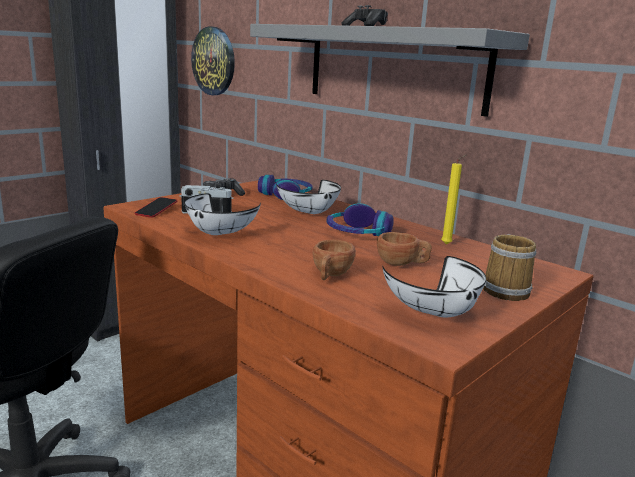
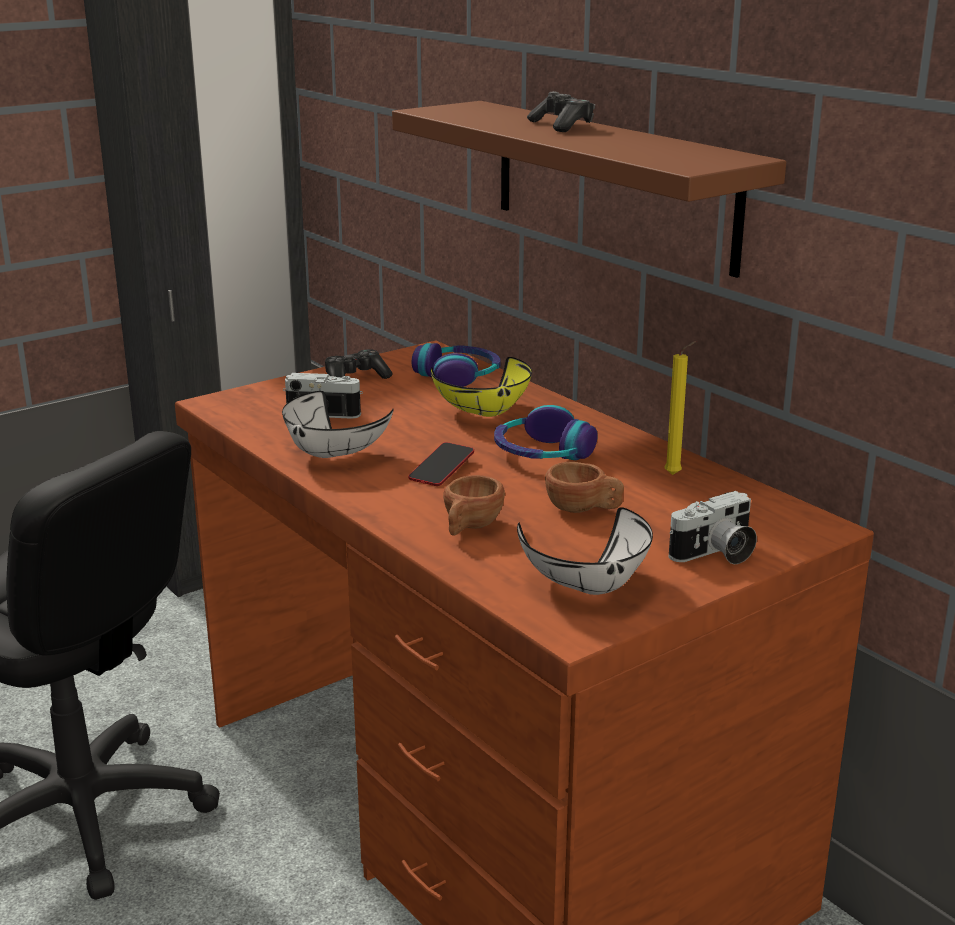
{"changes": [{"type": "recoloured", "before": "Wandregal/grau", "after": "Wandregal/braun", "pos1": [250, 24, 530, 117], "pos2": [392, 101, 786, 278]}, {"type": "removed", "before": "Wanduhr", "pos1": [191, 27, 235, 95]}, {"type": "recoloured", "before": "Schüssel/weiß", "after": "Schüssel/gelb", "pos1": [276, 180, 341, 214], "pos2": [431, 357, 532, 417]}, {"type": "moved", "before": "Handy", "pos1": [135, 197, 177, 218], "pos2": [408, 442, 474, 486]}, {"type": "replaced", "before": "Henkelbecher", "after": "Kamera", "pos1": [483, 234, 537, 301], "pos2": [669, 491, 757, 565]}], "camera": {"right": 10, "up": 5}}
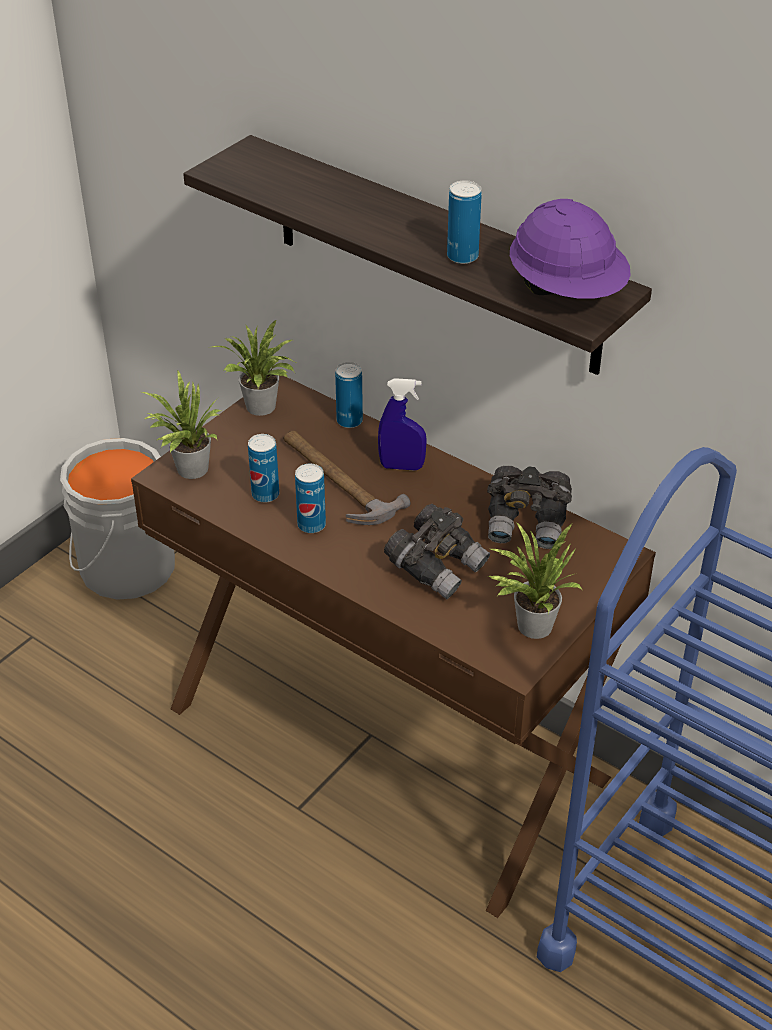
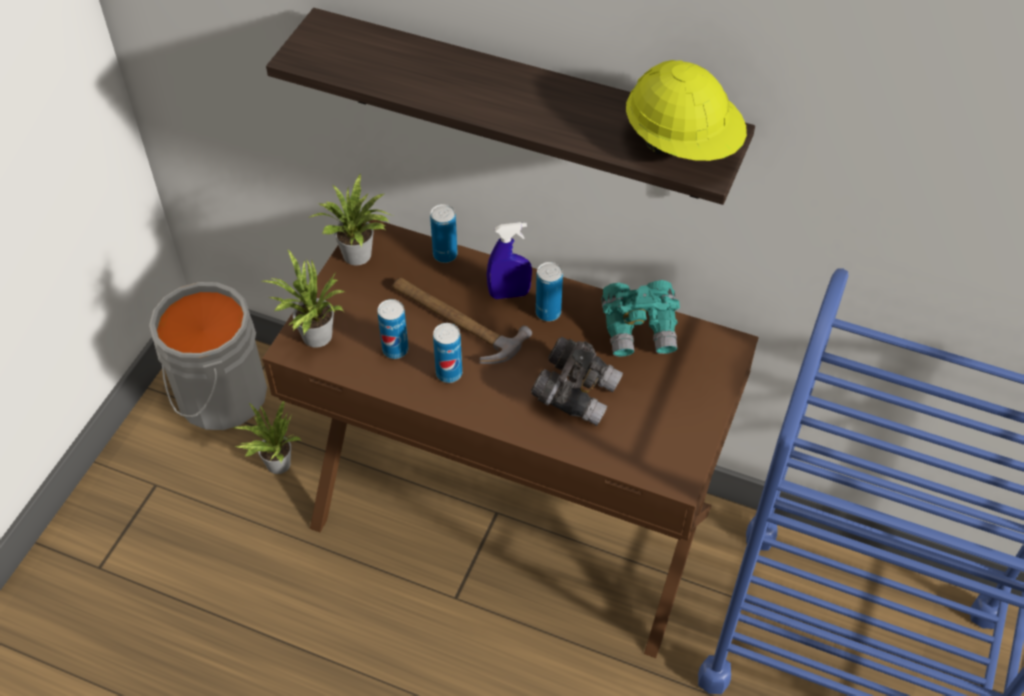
{"changes": [{"type": "moved", "before": "Dose", "pos1": [447, 180, 482, 264], "pos2": [536, 262, 563, 321]}, {"type": "recoloured", "before": "Schutzhelm/lila", "after": "Schutzhelm/gelb", "pos1": [510, 199, 631, 299], "pos2": [626, 60, 747, 161]}, {"type": "recoloured", "before": "Fernglas/grau", "after": "Fernglas/türkis", "pos1": [487, 466, 572, 549], "pos2": [602, 280, 680, 357]}, {"type": "moved", "before": "Topfpflanze", "pos1": [488, 522, 583, 639], "pos2": [234, 401, 302, 474]}], "camera": {"right": -15, "up": 10}}
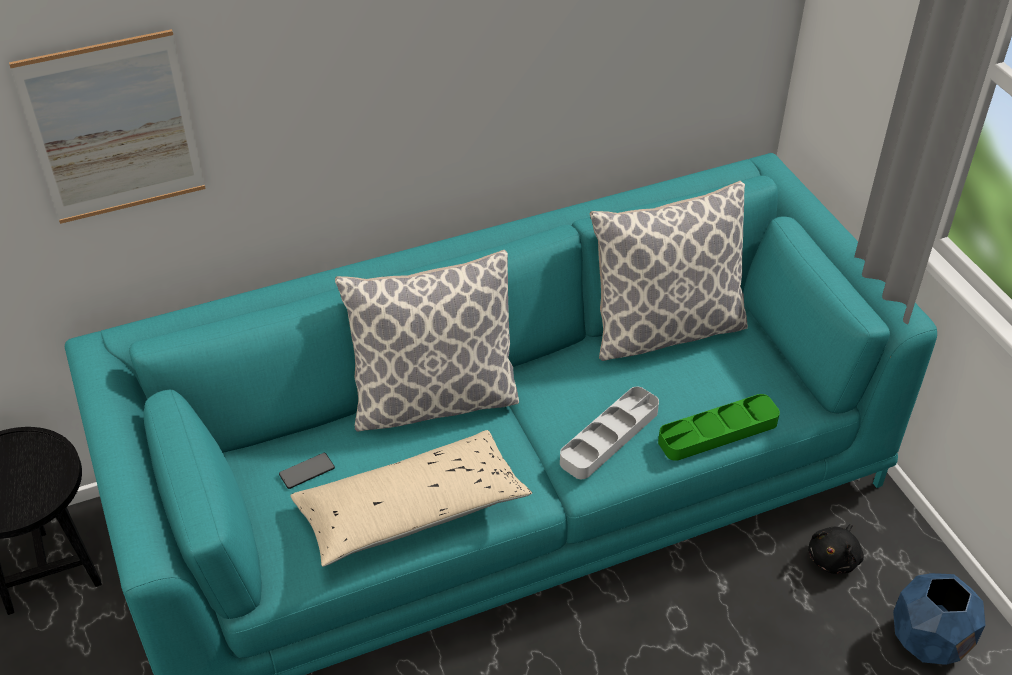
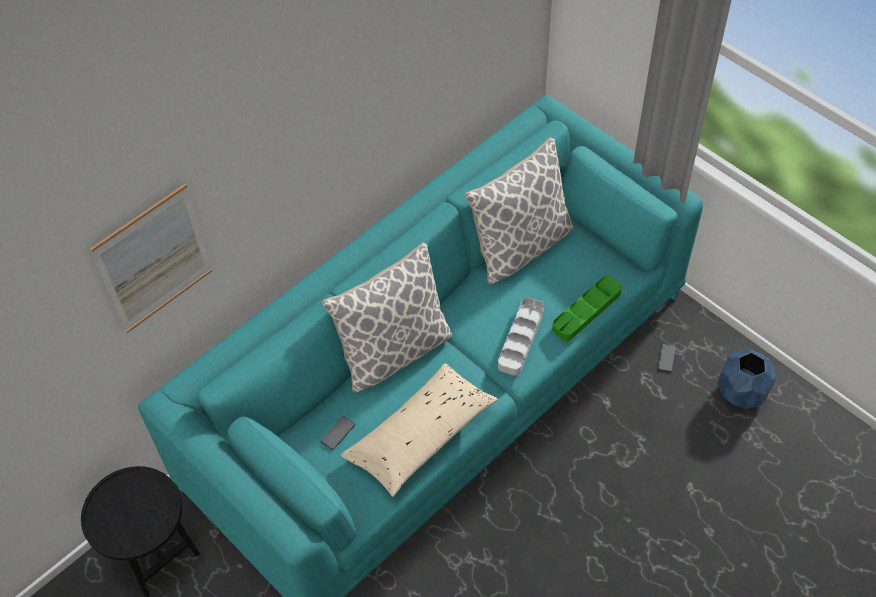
{"changes": [{"type": "replaced", "before": "Plüschtier/schwarz", "after": "Handy", "pos1": [808, 524, 864, 574], "pos2": [658, 344, 676, 372]}], "camera": {"right": -20, "up": 10}}
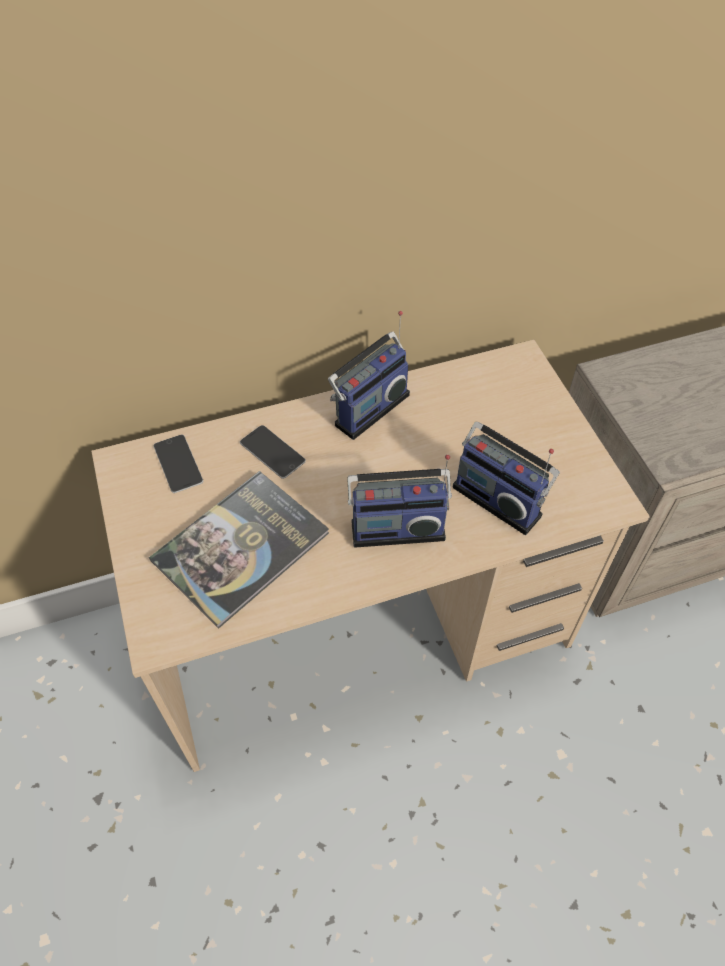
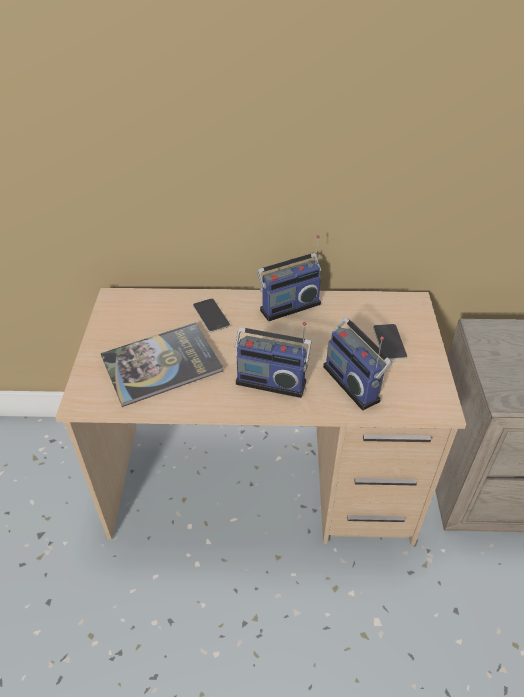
{"changes": [{"type": "moved", "before": "Handy", "pos1": [153, 435, 203, 493], "pos2": [373, 324, 407, 359]}], "camera": {"right": 20, "up": -10}}
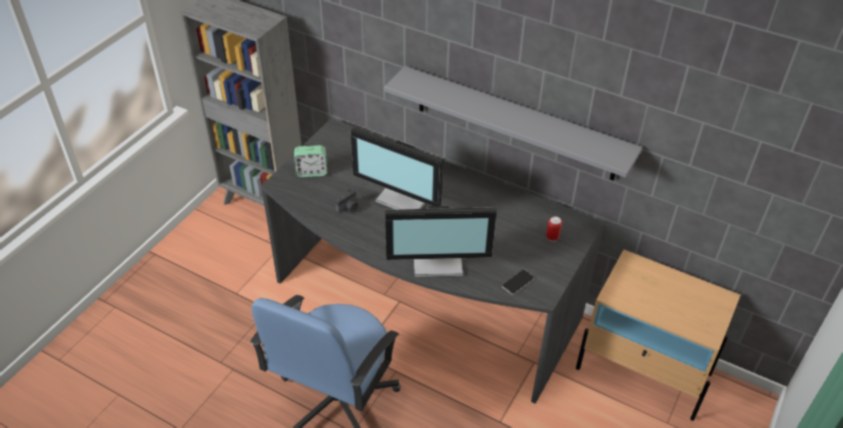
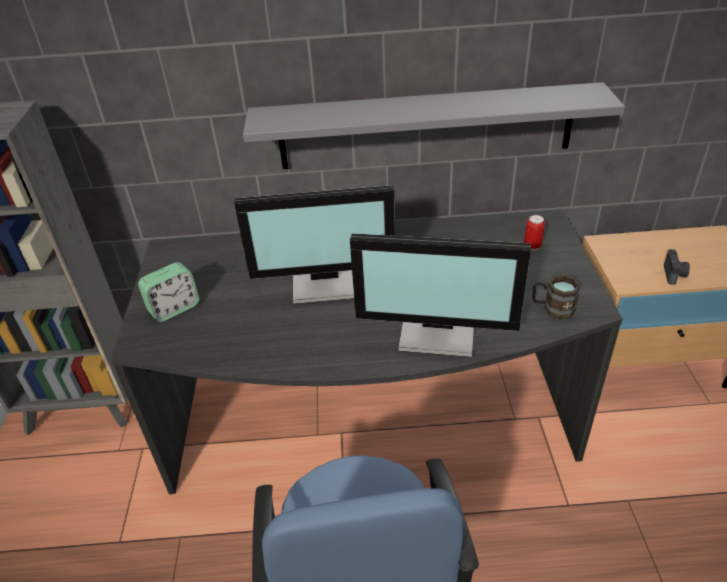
{"changes": [{"type": "moved", "before": "Kamera", "pos1": [335, 189, 358, 213], "pos2": [664, 249, 690, 285]}, {"type": "turned", "before": "Monitor", "pos1": [385, 206, 497, 277], "pos2": [350, 233, 531, 357], "turn": 45}, {"type": "replaced", "before": "Handy", "after": "Henkelbecher/braun", "pos1": [502, 269, 534, 295], "pos2": [532, 274, 581, 320]}], "camera": {"right": -30, "up": -5}}
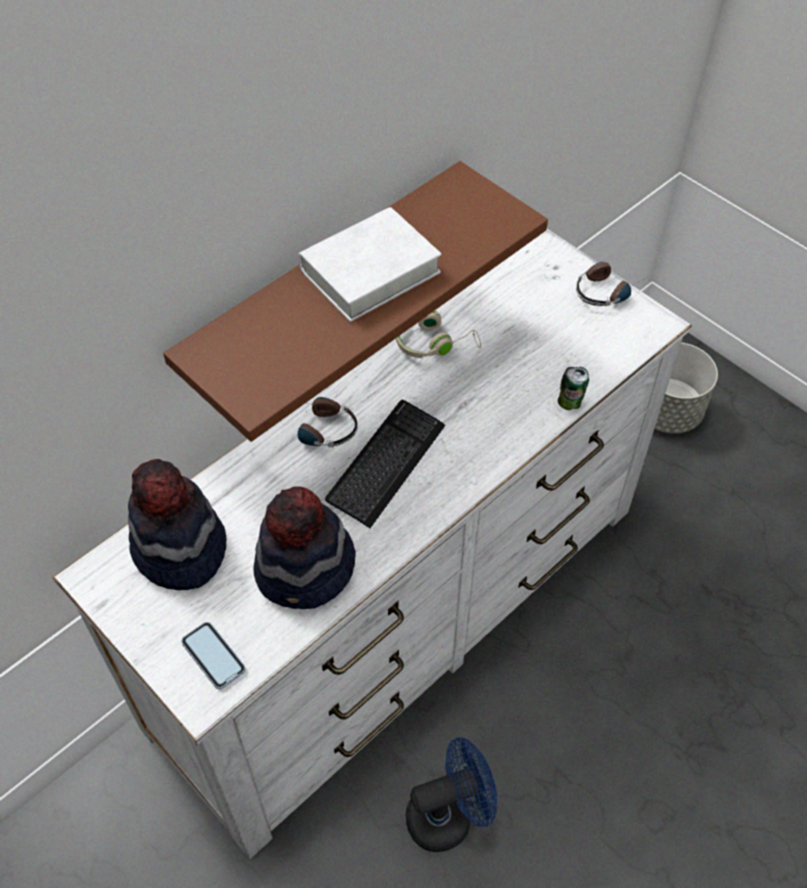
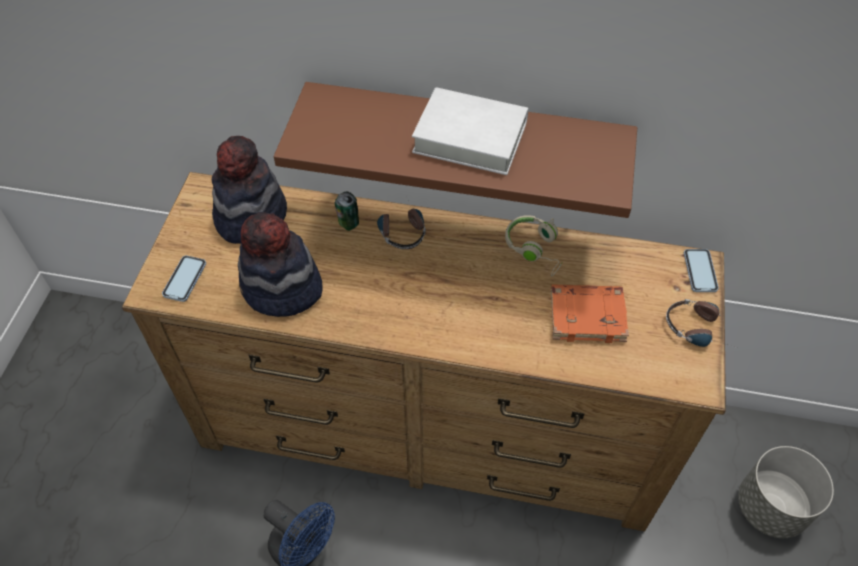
{"changes": [{"type": "recoloured", "before": "Kommode/weiß", "after": "Kommode/braun", "pos1": [52, 229, 692, 859], "pos2": [122, 172, 726, 531]}, {"type": "moved", "before": "Dose", "pos1": [558, 367, 589, 410], "pos2": [335, 192, 359, 231]}, {"type": "removed", "before": "Tastatur", "pos1": [325, 400, 445, 528]}, {"type": "added", "after": "Handy", "pos2": [684, 249, 719, 292]}, {"type": "added", "after": "Buch/orange", "pos2": [551, 285, 629, 343]}], "camera": {"right": 55, "up": 0}}
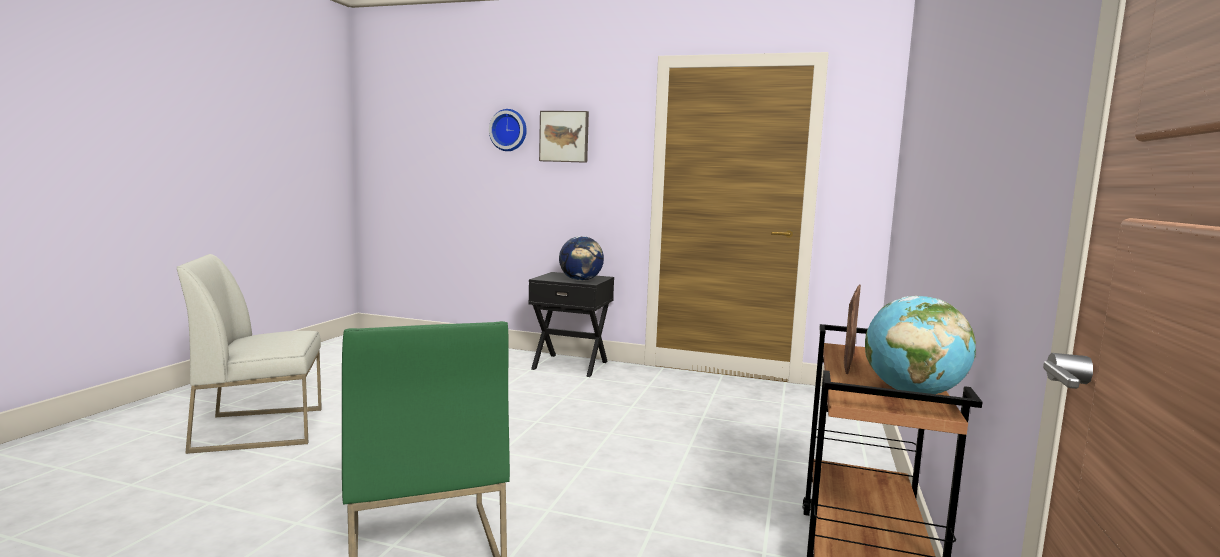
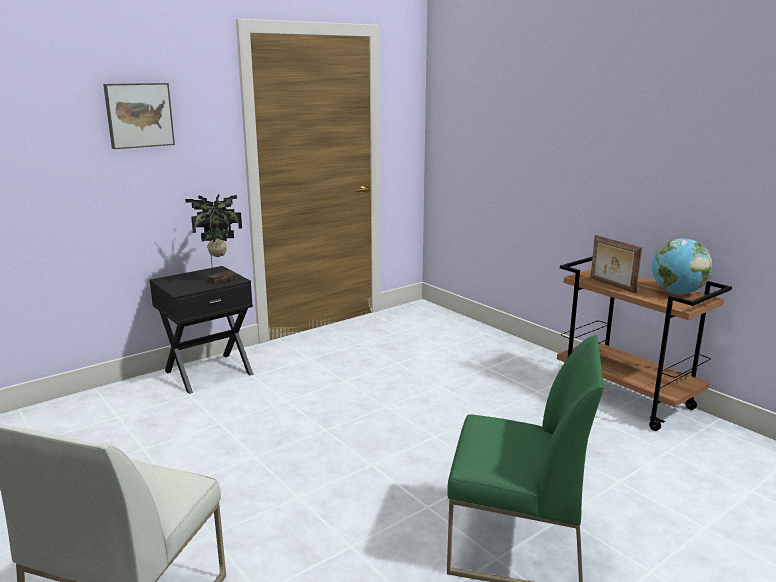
{"changes": [{"type": "removed", "before": "Wanduhr", "pos1": [489, 109, 527, 151]}, {"type": "replaced", "before": "Globus", "after": "Topfpflanze", "pos1": [559, 236, 604, 281], "pos2": [185, 194, 242, 285]}], "camera": {"right": -55, "up": 10}}
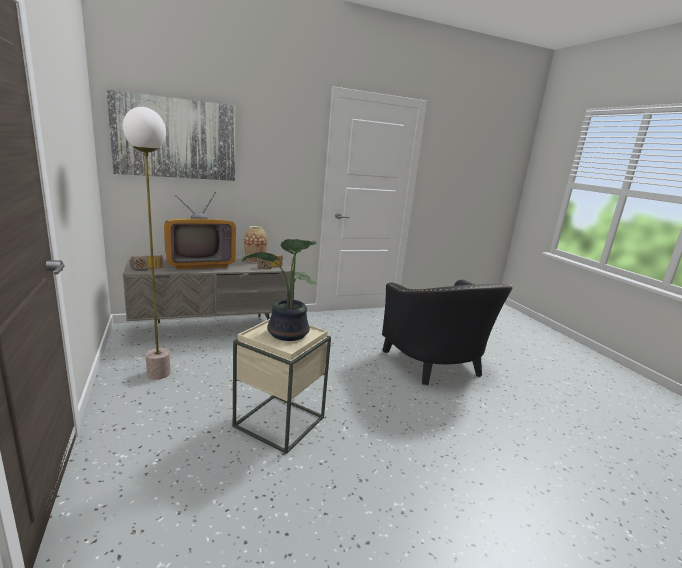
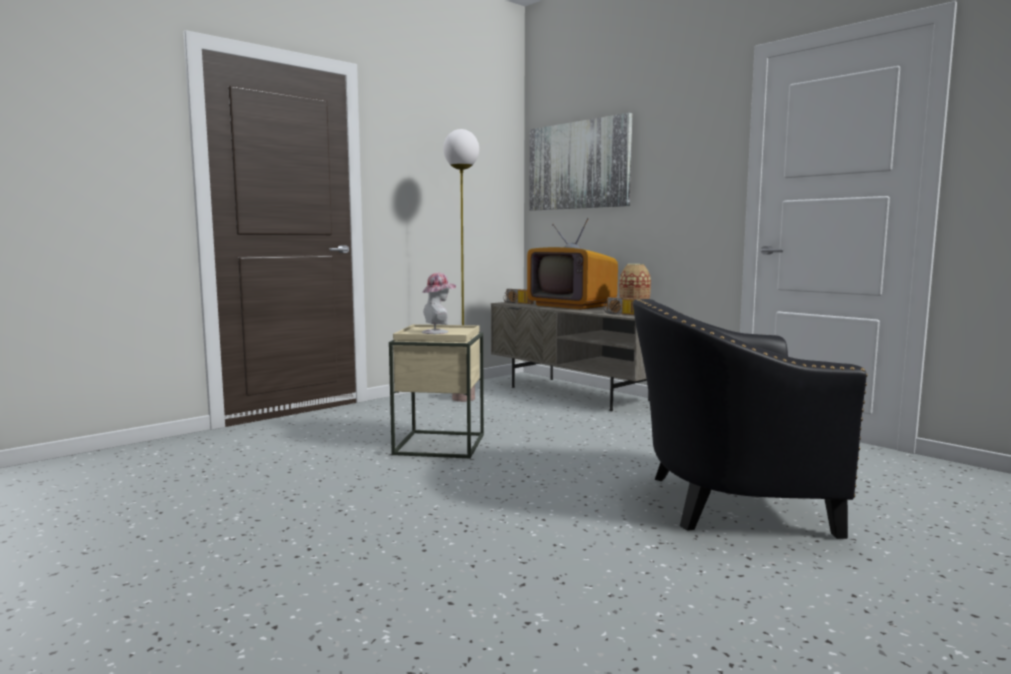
{"changes": [{"type": "replaced", "before": "Topfpflanze", "after": "Hut", "pos1": [242, 239, 318, 341], "pos2": [422, 272, 456, 334]}, {"type": "turned", "before": "Sessel/schwarz", "pos1": [382, 279, 513, 385], "pos2": [633, 298, 868, 539], "turn": 45}], "camera": {"right": 70, "up": -10}}
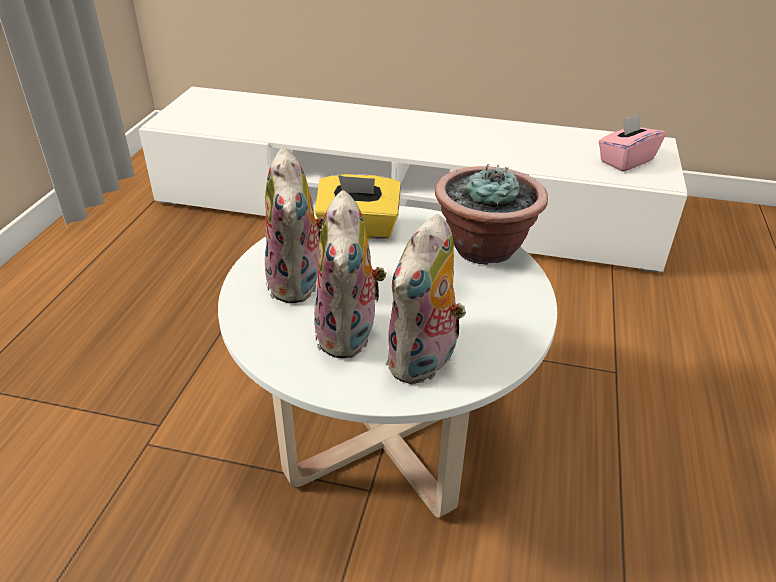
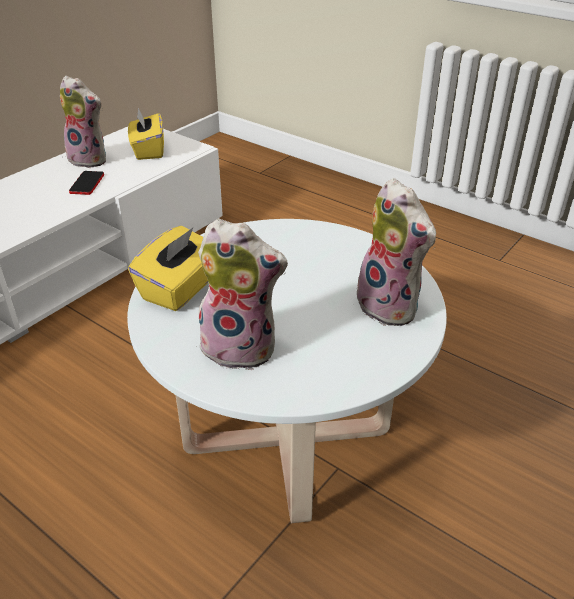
{"changes": [{"type": "recoloured", "before": "Taschentuchbox/rosa", "after": "Taschentuchbox/gelb", "pos1": [598, 114, 666, 172], "pos2": [128, 108, 164, 160]}, {"type": "removed", "before": "Topfpflanze", "pos1": [435, 164, 548, 265]}, {"type": "moved", "before": "Plüschtier", "pos1": [314, 190, 386, 358], "pos2": [60, 76, 106, 168]}, {"type": "added", "after": "Handy", "pos2": [69, 171, 104, 195]}], "camera": {"right": -65, "up": 0}}
